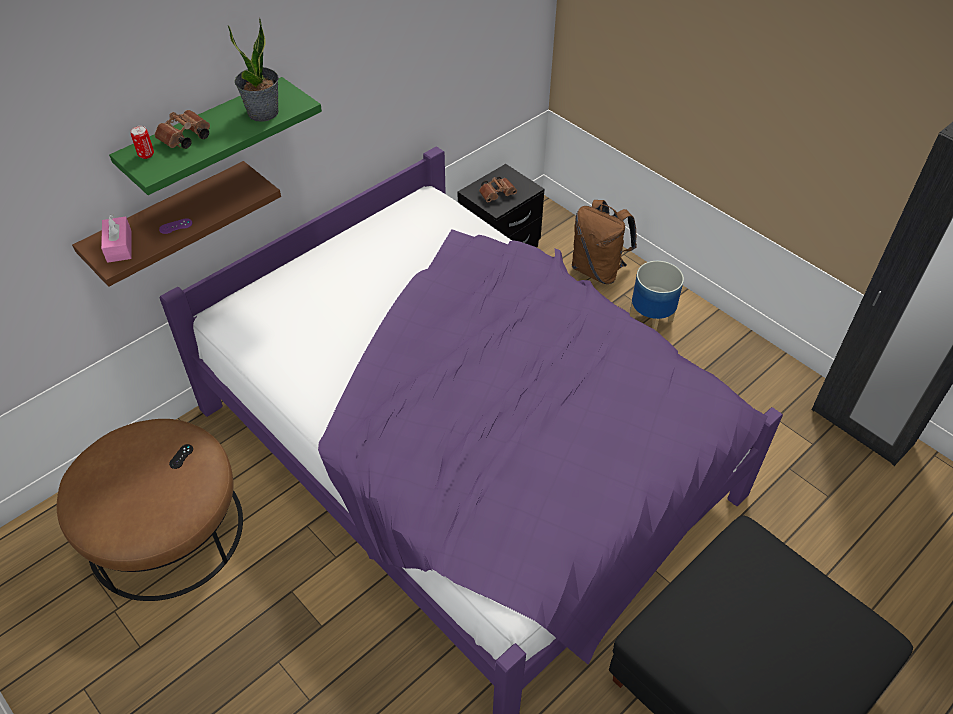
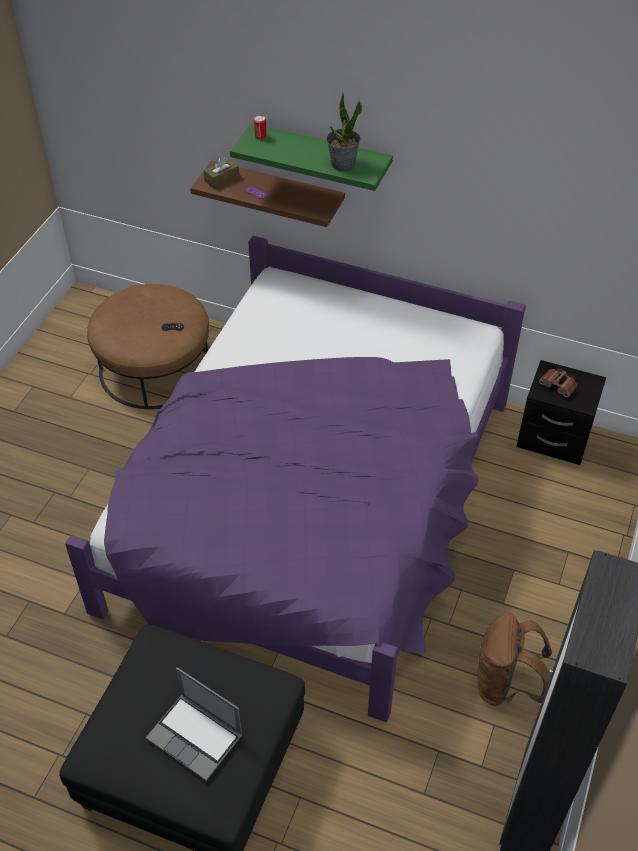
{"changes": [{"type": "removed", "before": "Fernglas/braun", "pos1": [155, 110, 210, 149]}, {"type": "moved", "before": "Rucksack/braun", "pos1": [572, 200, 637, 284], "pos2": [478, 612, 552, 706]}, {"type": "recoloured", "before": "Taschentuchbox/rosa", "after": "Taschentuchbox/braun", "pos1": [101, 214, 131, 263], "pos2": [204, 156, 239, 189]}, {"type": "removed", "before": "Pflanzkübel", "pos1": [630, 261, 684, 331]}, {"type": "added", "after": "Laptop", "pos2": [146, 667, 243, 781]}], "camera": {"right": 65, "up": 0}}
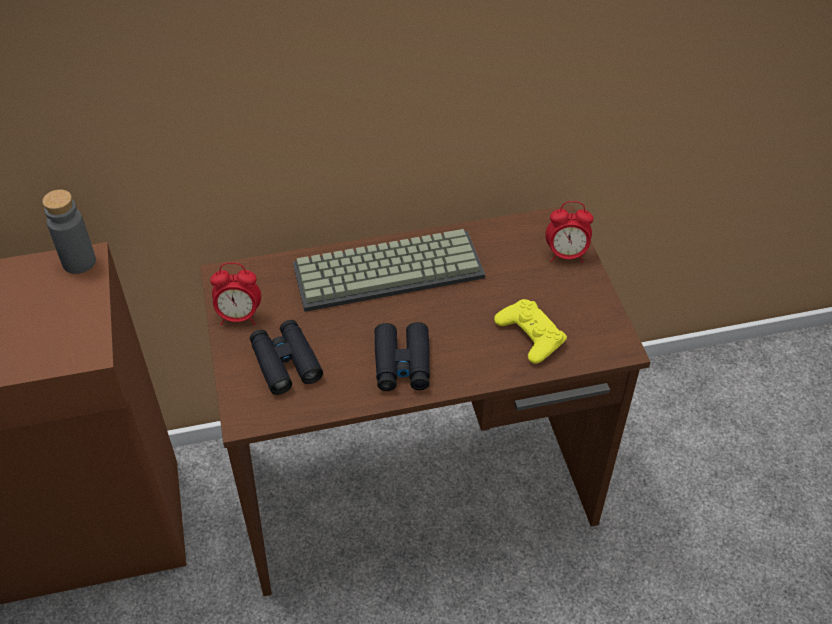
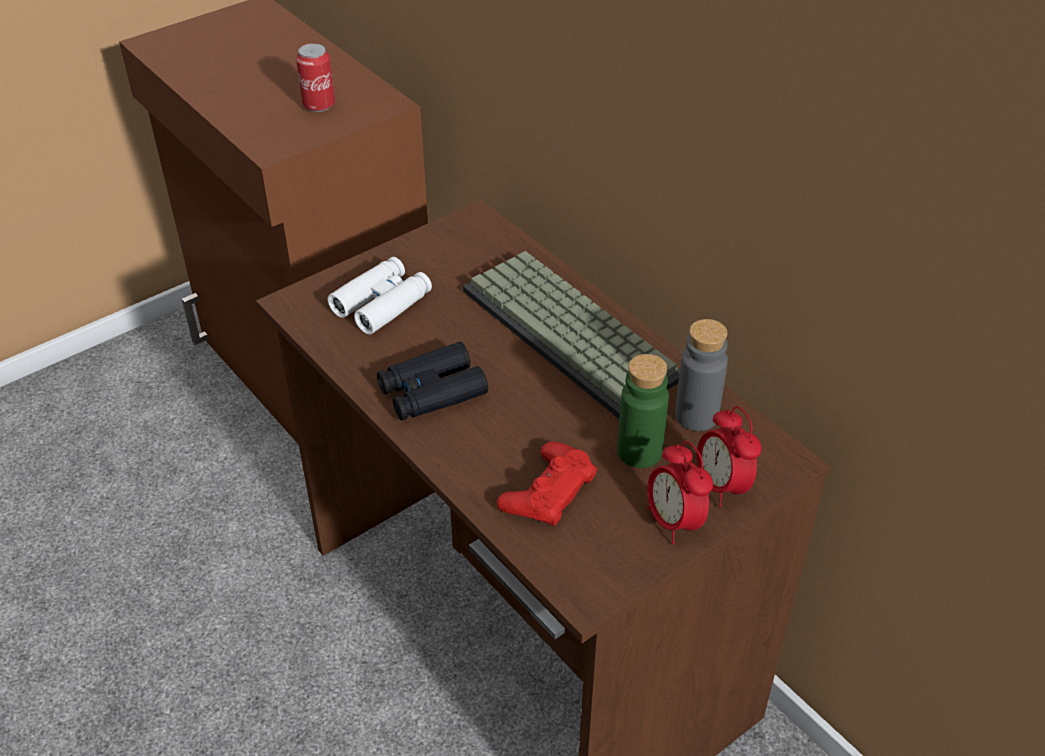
{"changes": [{"type": "moved", "before": "Flasche/grau", "pos1": [42, 189, 96, 274], "pos2": [675, 319, 728, 431]}, {"type": "moved", "before": "Wecker", "pos1": [210, 262, 261, 325], "pos2": [647, 441, 713, 544]}, {"type": "recoloured", "before": "Gamepad/gelb", "after": "Gamepad/rot", "pos1": [494, 299, 567, 364], "pos2": [497, 442, 598, 527]}, {"type": "recoloured", "before": "Fernglas/schwarz", "after": "Fernglas/weiß", "pos1": [250, 320, 323, 395], "pos2": [328, 257, 432, 335]}, {"type": "added", "after": "Dose", "pos2": [296, 43, 335, 112]}, {"type": "added", "after": "Flasche/grün", "pos2": [617, 354, 669, 468]}], "camera": {"right": 65, "up": -5}}
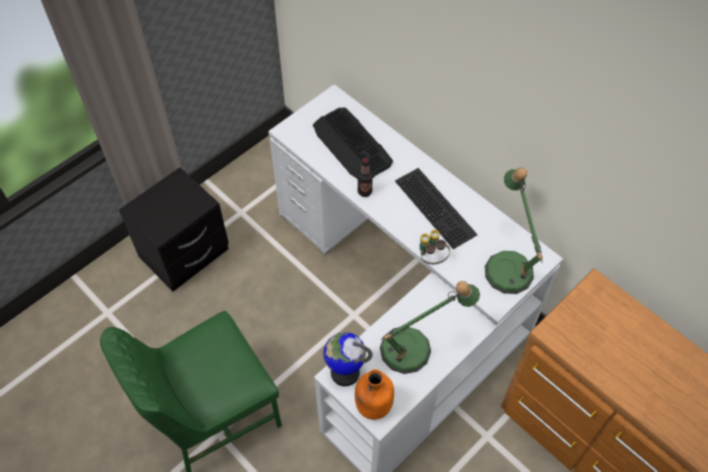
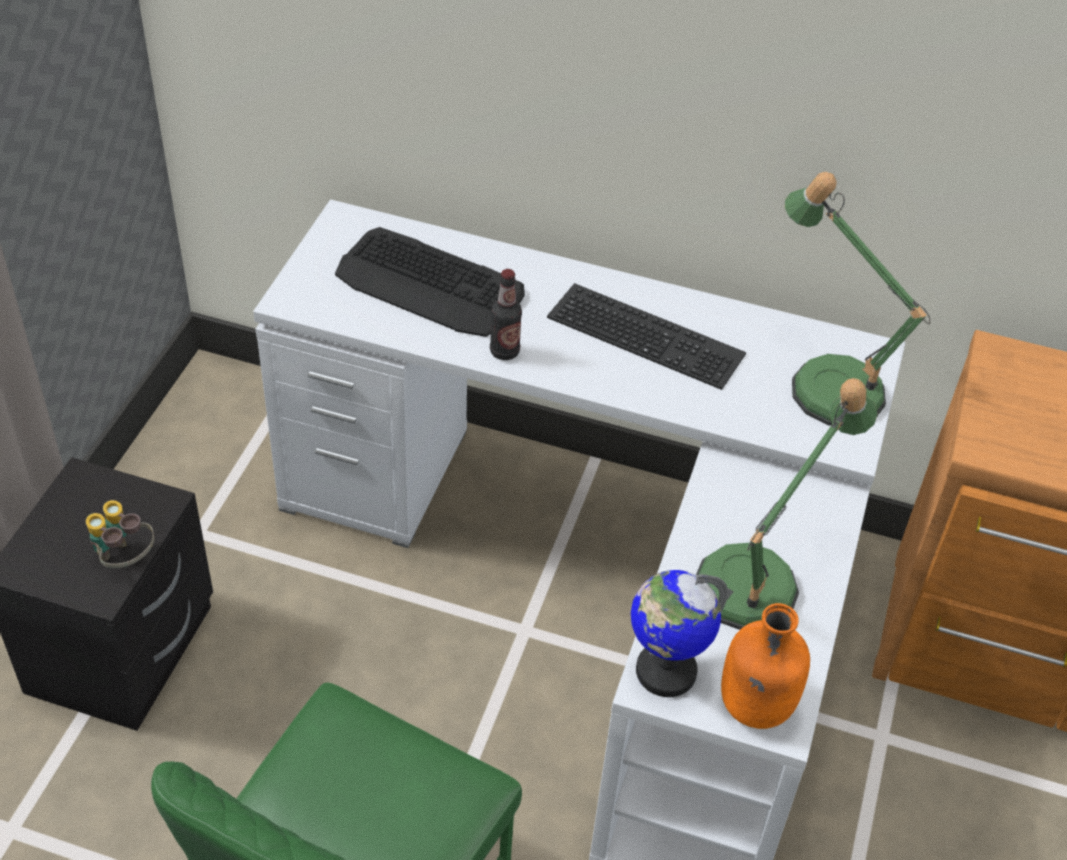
{"changes": [{"type": "moved", "before": "Fernglas", "pos1": [420, 230, 450, 264], "pos2": [86, 500, 154, 568]}], "camera": {"right": -30, "up": -10}}
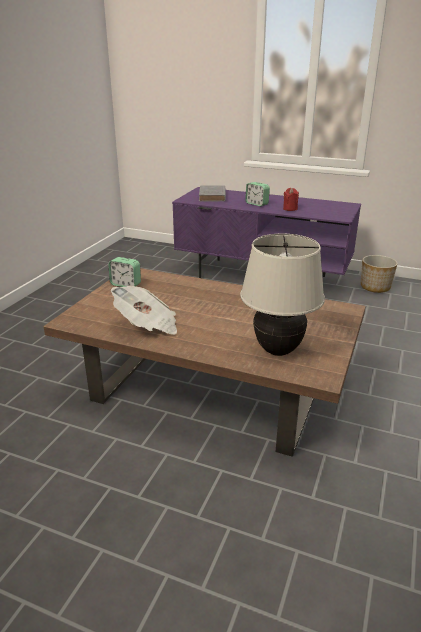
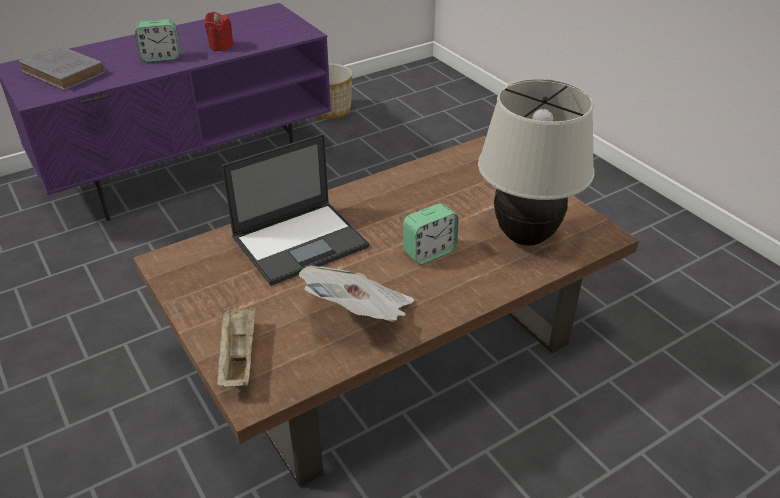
{"changes": [{"type": "moved", "before": "Wecker", "pos1": [108, 257, 141, 287], "pos2": [403, 203, 459, 264]}, {"type": "added", "after": "Laptop", "pos2": [221, 134, 369, 286]}, {"type": "added", "after": "Tablett/beige", "pos2": [217, 306, 255, 387]}], "camera": {"right": -55, "up": 10}}
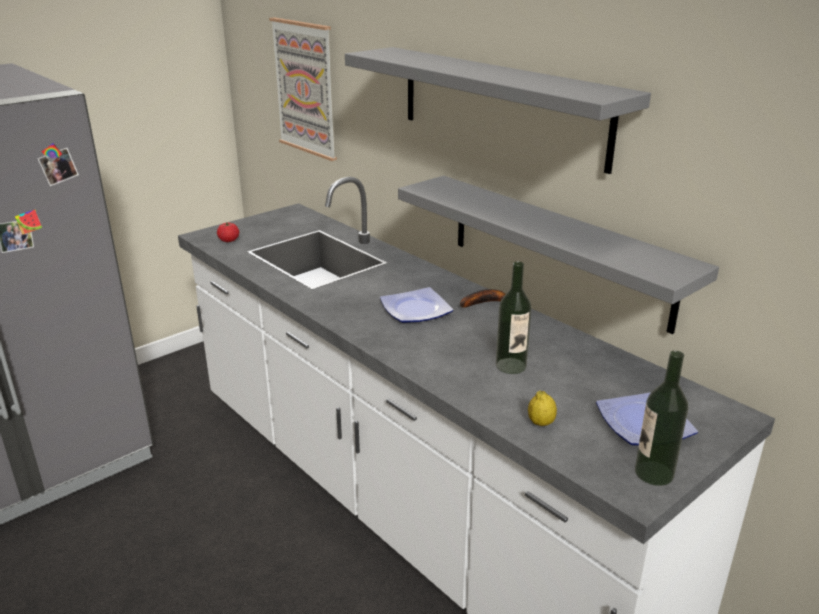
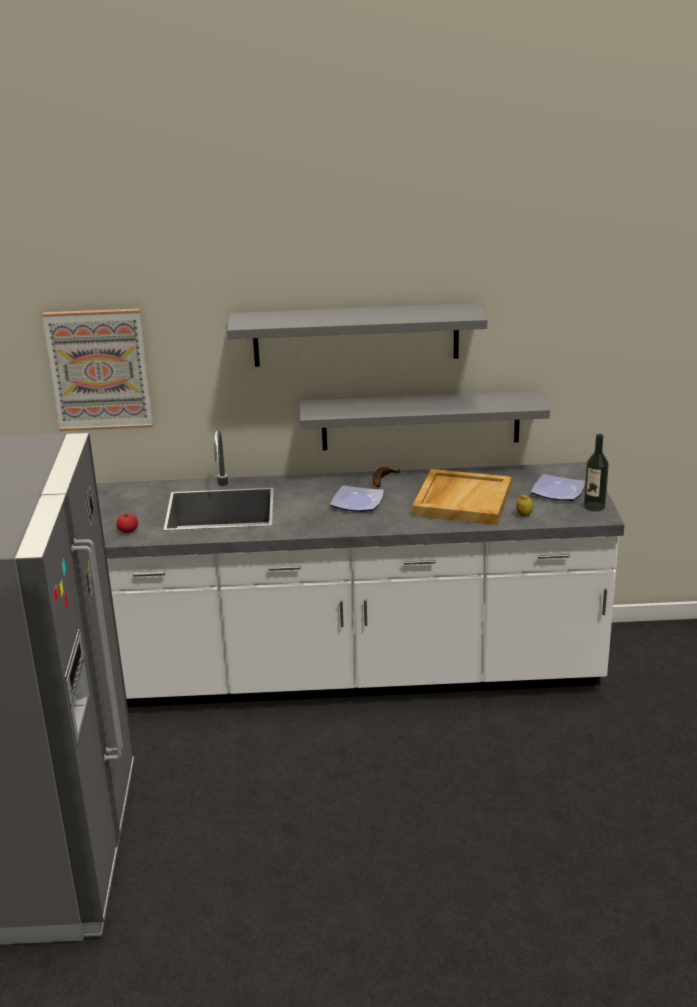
{"changes": [{"type": "replaced", "before": "Flasche", "after": "Tablett/beige", "pos1": [496, 261, 532, 374], "pos2": [413, 469, 512, 525]}], "camera": {"right": -50, "up": 0}}
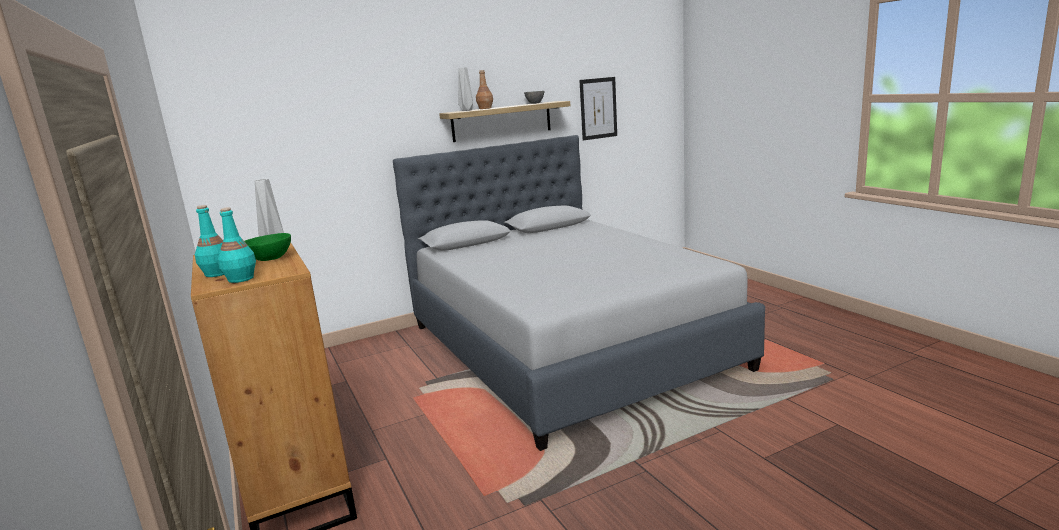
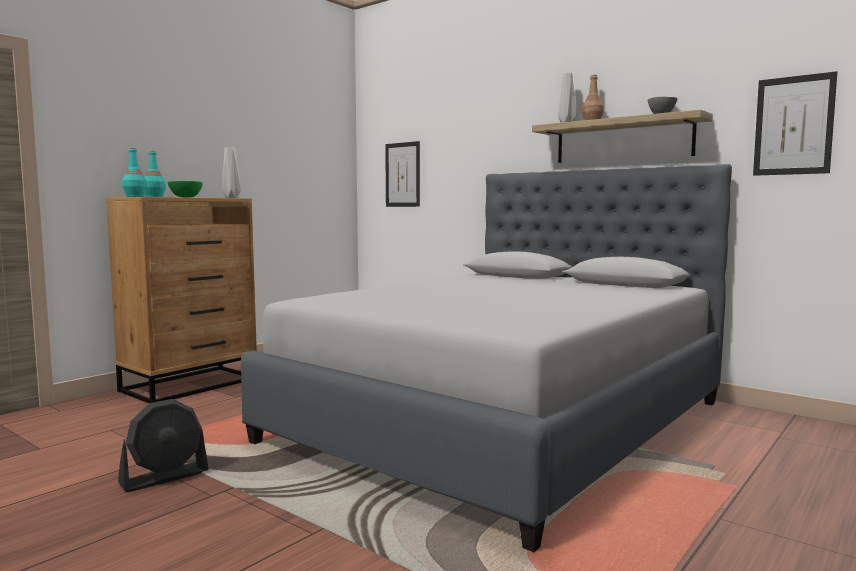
{"changes": [{"type": "added", "after": "Bild", "pos2": [385, 141, 420, 207]}, {"type": "added", "after": "Ventilator/schwarz", "pos2": [118, 399, 209, 492]}], "camera": {"right": 65, "up": -10}}
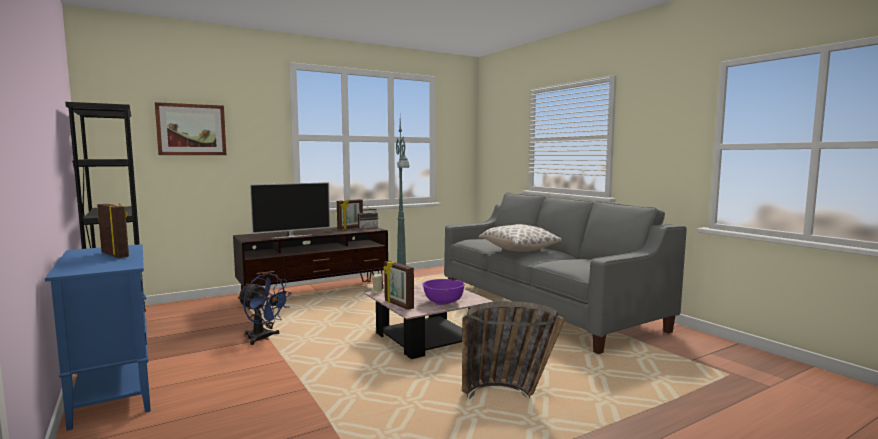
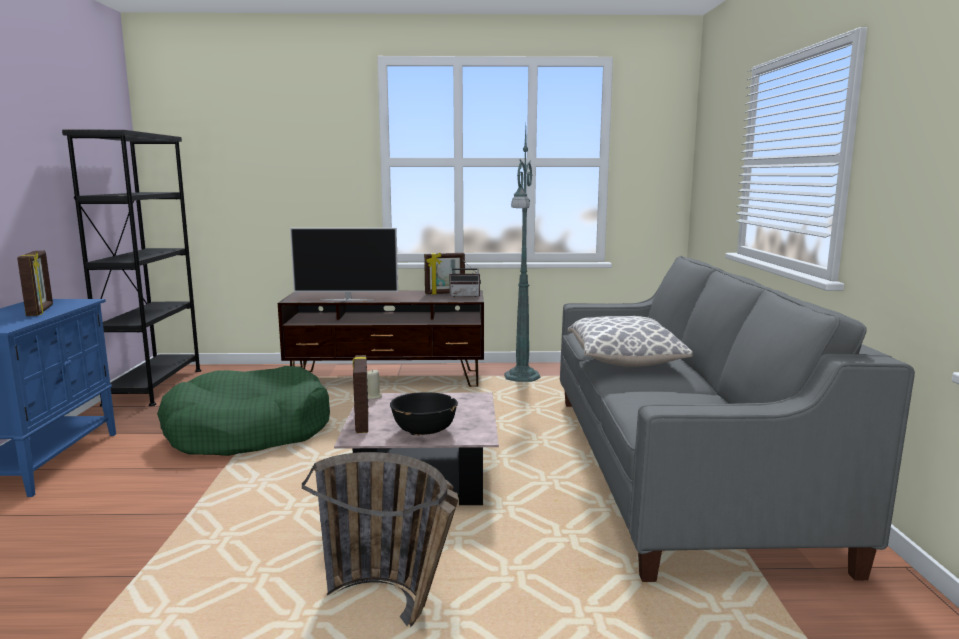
{"changes": [{"type": "removed", "before": "Bild", "pos1": [155, 102, 226, 155]}, {"type": "replaced", "before": "Ventilator/blau", "after": "Hundebett/grün", "pos1": [237, 273, 292, 345], "pos2": [157, 366, 330, 456]}, {"type": "recoloured", "before": "Schüssel/lila", "after": "Schüssel/schwarz", "pos1": [422, 279, 465, 305], "pos2": [390, 392, 458, 435]}], "camera": {"right": 30, "up": 5}}
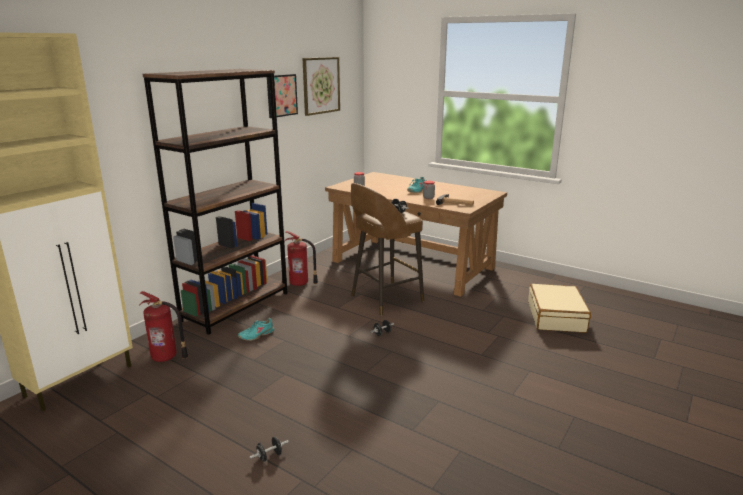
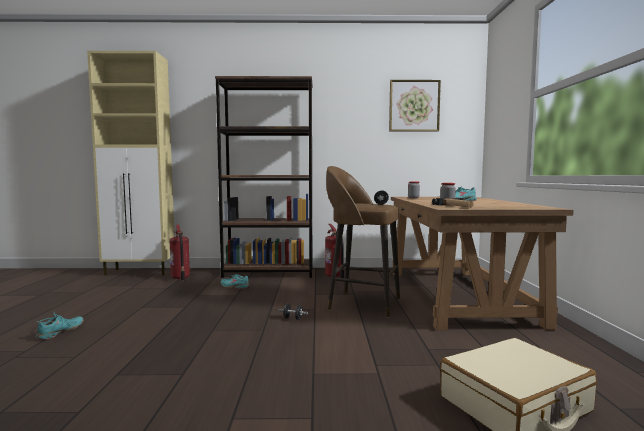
{"changes": [{"type": "removed", "before": "Bild", "pos1": [267, 74, 298, 118]}, {"type": "replaced", "before": "Hantel/schwarz", "after": "Schuh/türkis", "pos1": [250, 437, 289, 462], "pos2": [36, 312, 84, 340]}], "camera": {"right": 55, "up": -15}}
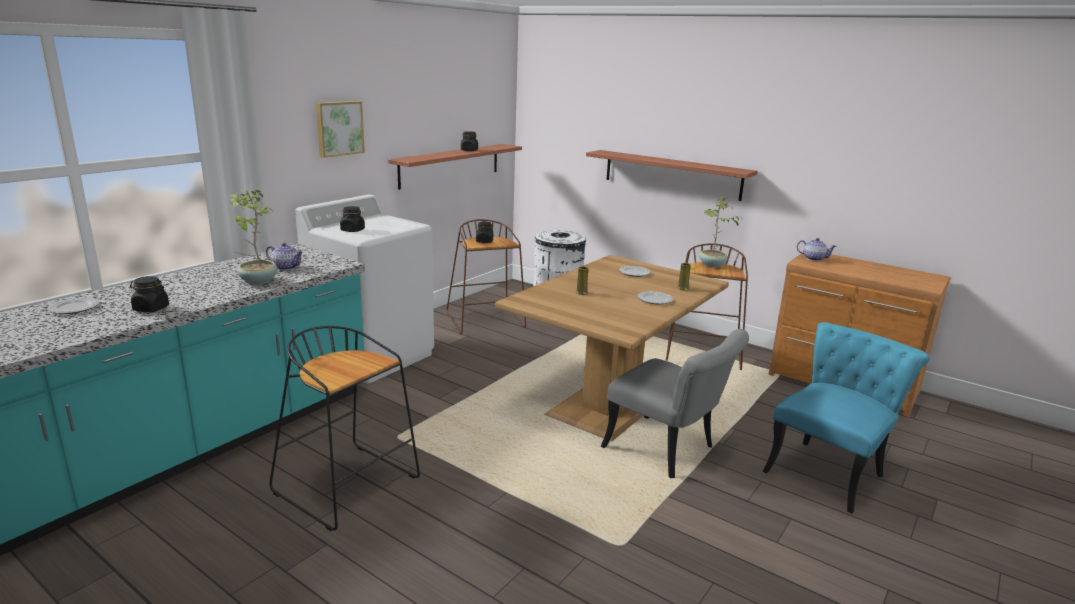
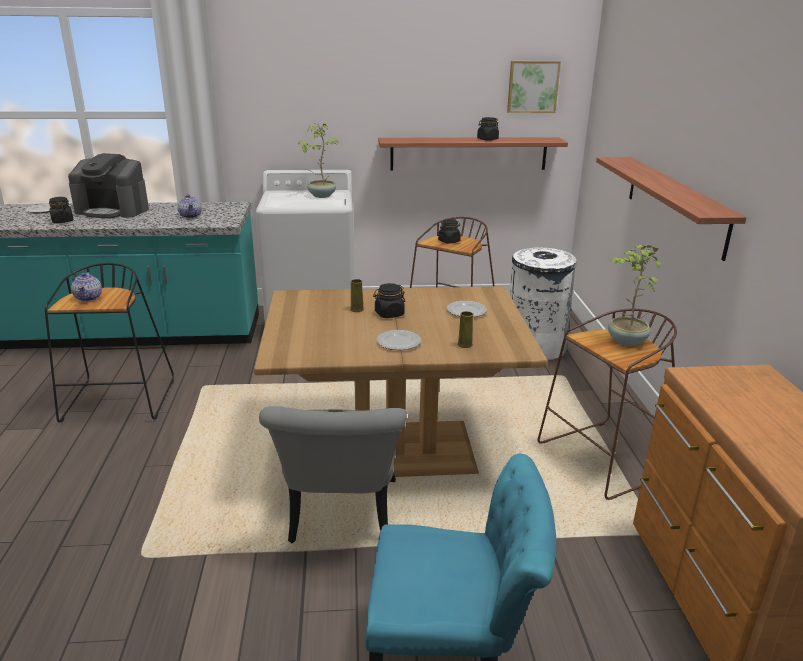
{"changes": [{"type": "moved", "before": "Bild", "pos1": [316, 101, 365, 158], "pos2": [507, 61, 561, 113]}, {"type": "moved", "before": "Topfpflanze", "pos1": [229, 190, 277, 285], "pos2": [298, 123, 338, 198]}, {"type": "moved", "before": "Vorratsglas/schwarz", "pos1": [340, 206, 365, 232], "pos2": [373, 283, 405, 318]}, {"type": "moved", "before": "Teekanne", "pos1": [797, 238, 837, 261], "pos2": [71, 272, 102, 302]}, {"type": "added", "after": "Kaffeemaschine", "pos2": [68, 153, 149, 218]}], "camera": {"right": 50, "up": 5}}
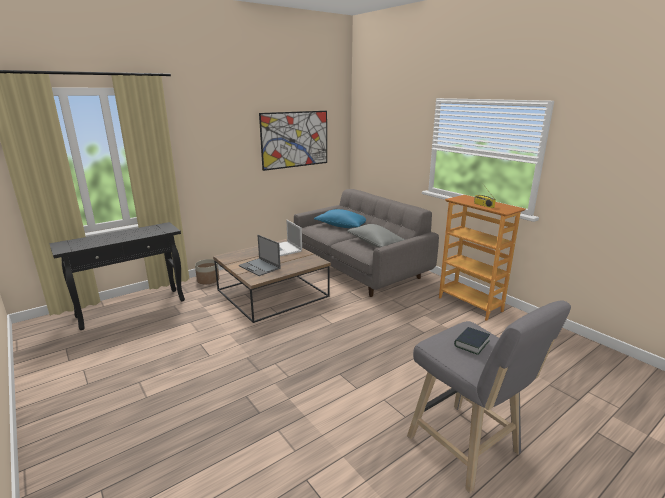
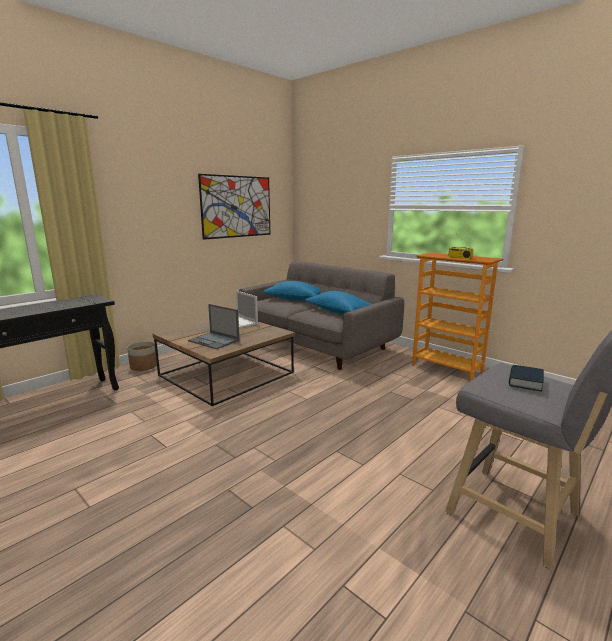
{"changes": [{"type": "recoloured", "before": "Kissen/grau", "after": "Kissen/blau", "pos1": [347, 224, 405, 247], "pos2": [305, 291, 371, 314]}], "camera": {"right": -10, "up": -5}}
